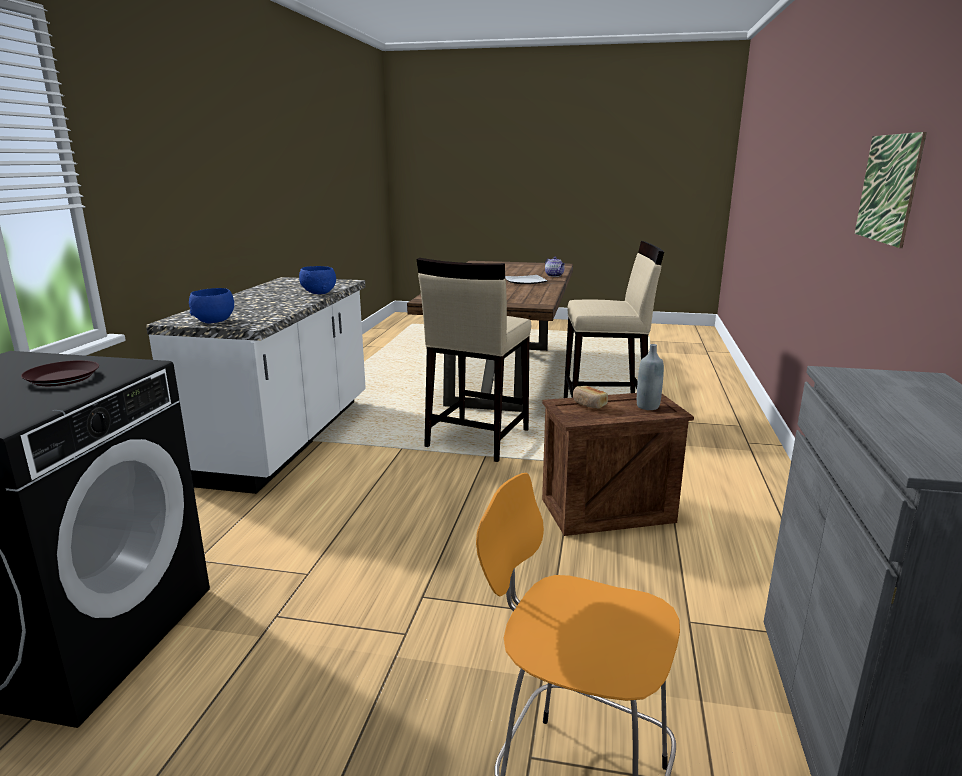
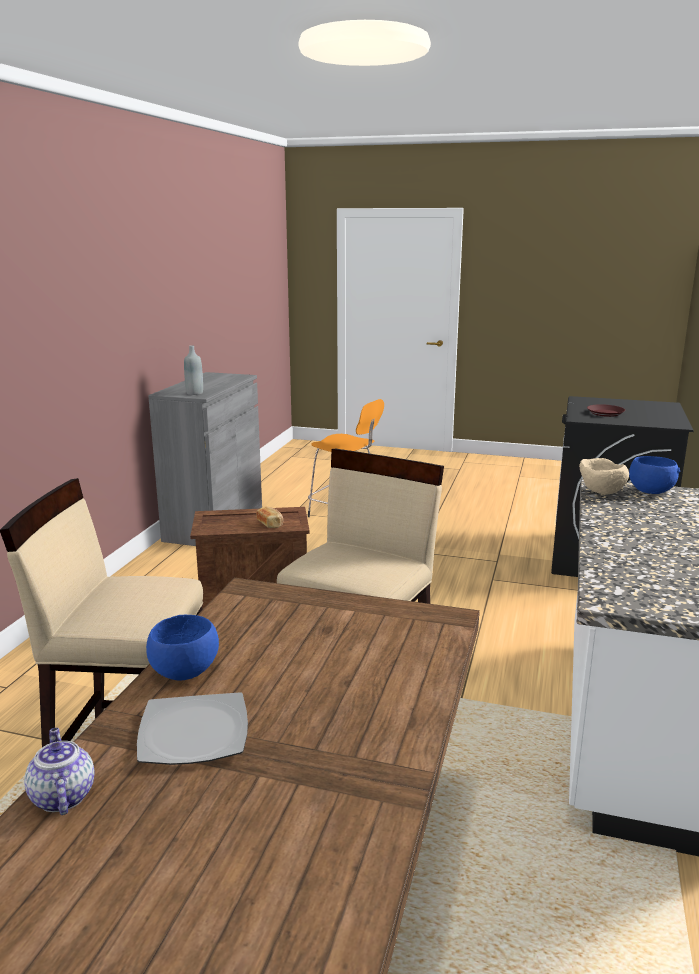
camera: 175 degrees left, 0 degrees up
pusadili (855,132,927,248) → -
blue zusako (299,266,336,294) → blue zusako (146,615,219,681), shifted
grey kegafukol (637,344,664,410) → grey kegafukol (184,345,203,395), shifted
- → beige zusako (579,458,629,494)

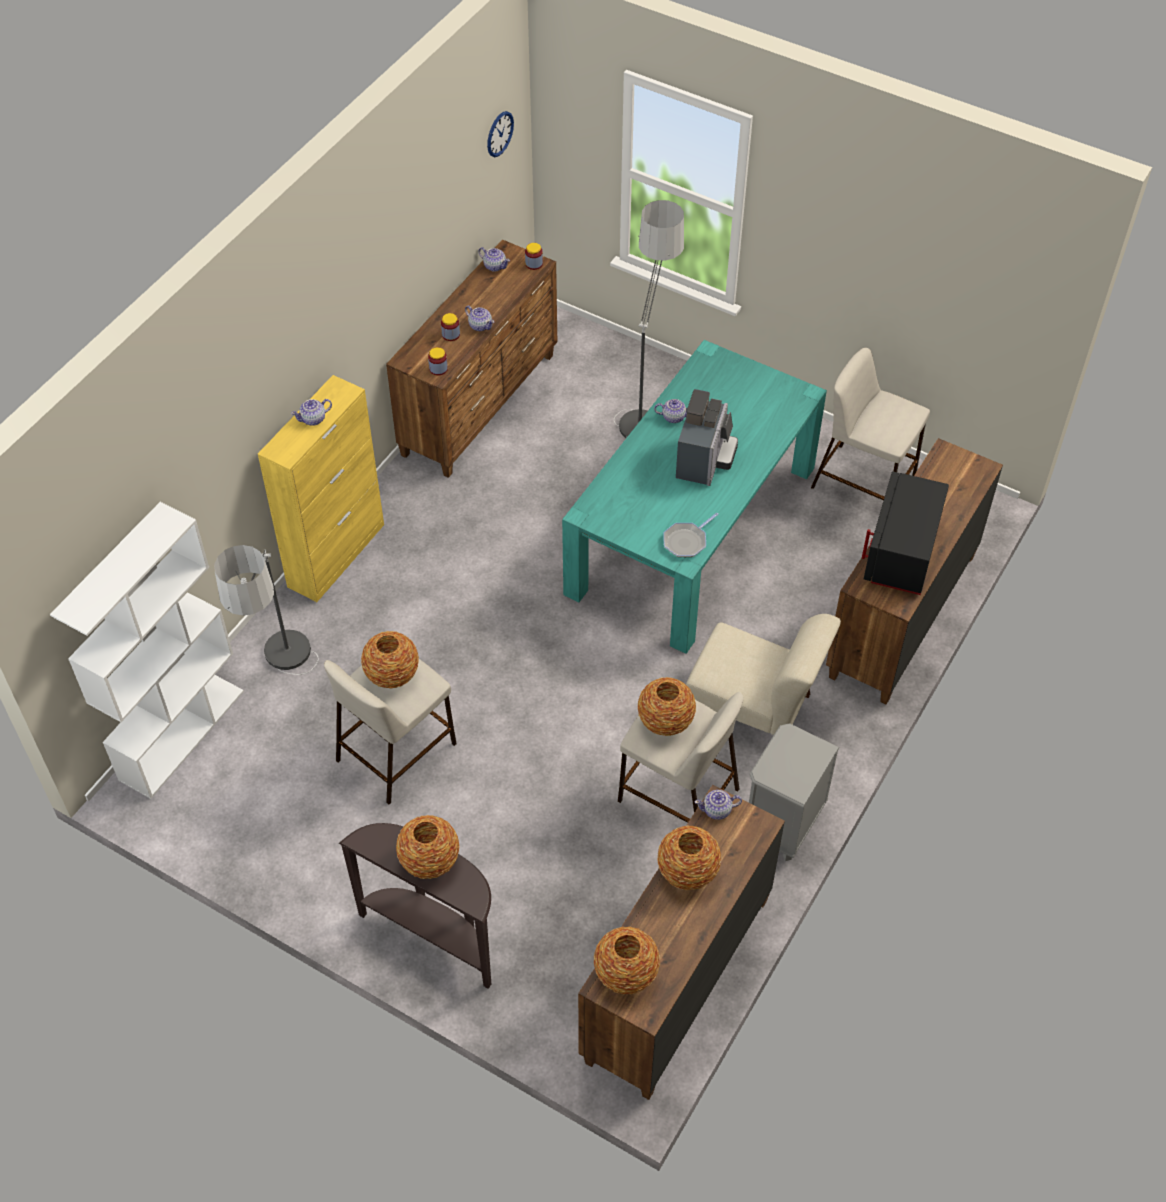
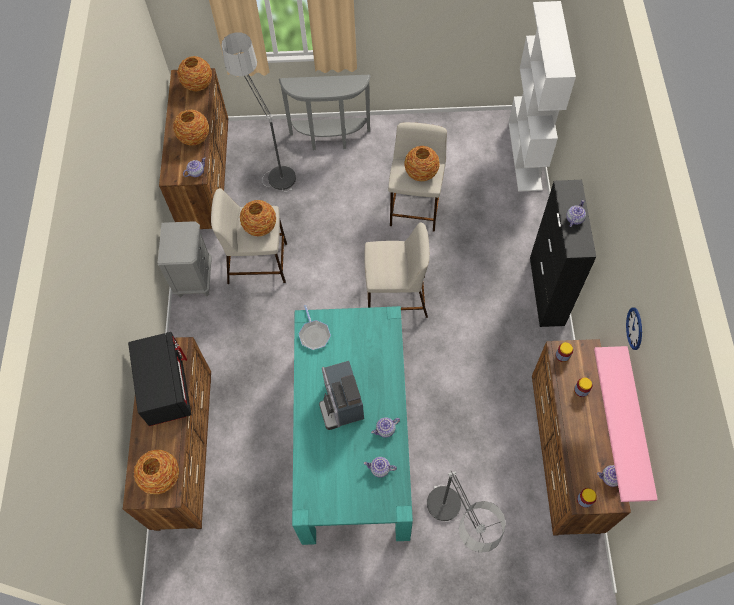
camera: 150 degrees right, 10 degrees up
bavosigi (487,111,514,157) → bavosigi (626,308,642,350), shifted
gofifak (465,306,494,331) → gofifak (364,457,397,477), shifted
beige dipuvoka (811,348,930,500) → beige dipuvoka (364,222,430,318), shifted
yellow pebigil (258,375,384,602) → black pebigil (530,180,596,327)
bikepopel (663,513,718,557) → bikepopel (298,305,331,350), 150 degrees clockwise
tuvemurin (214,545,319,675) → tuvemurin (221,32,296,192), shifted
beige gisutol (686,614,841,735) → -
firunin (396,815,460,879) → firunin (134,450,179,494), shifted
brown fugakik (339,823,491,989) → grey fugakik (279,75,371,150)
- → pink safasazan (594,346,658,502)

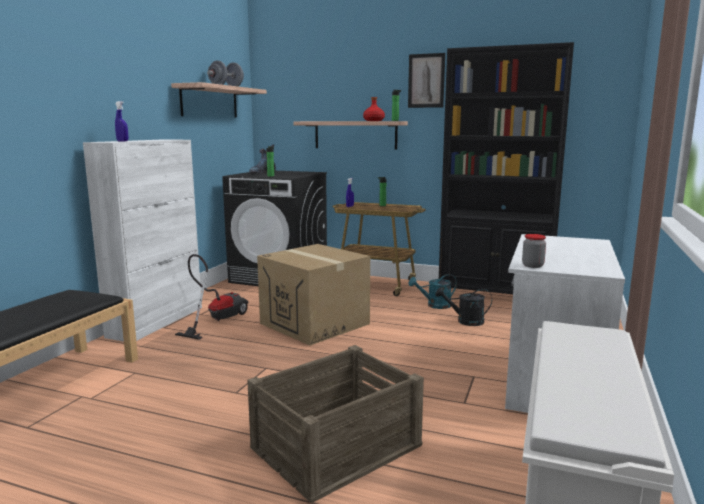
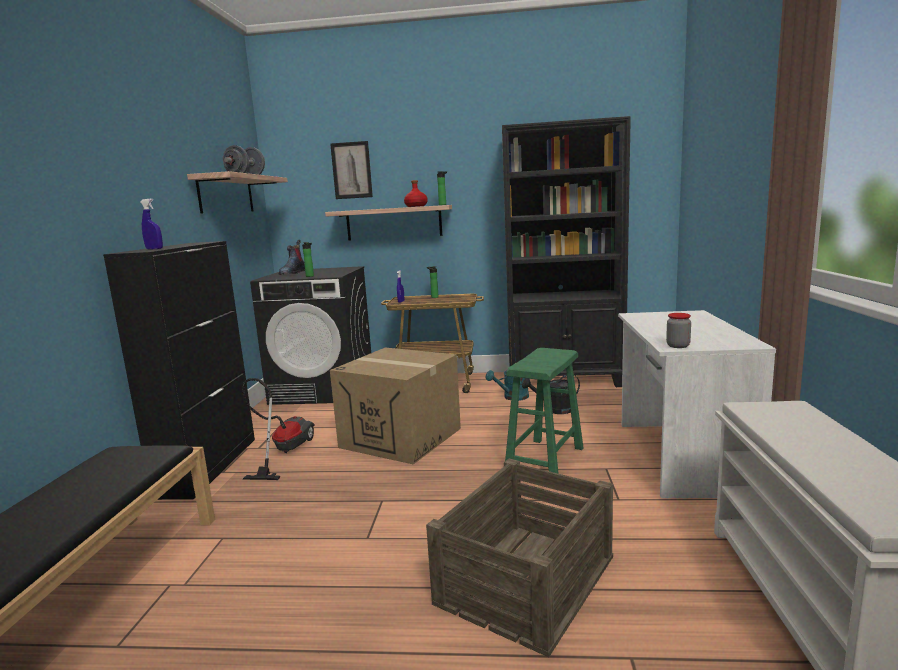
camera: 15 degrees left, 0 degrees up
pusadili (408,53,445,108) → pusadili (330,141,373,199), shifted
white pebigil (83,139,202,342) → black pebigil (103,241,255,500)
- → green dipuvoka (505,348,584,474)

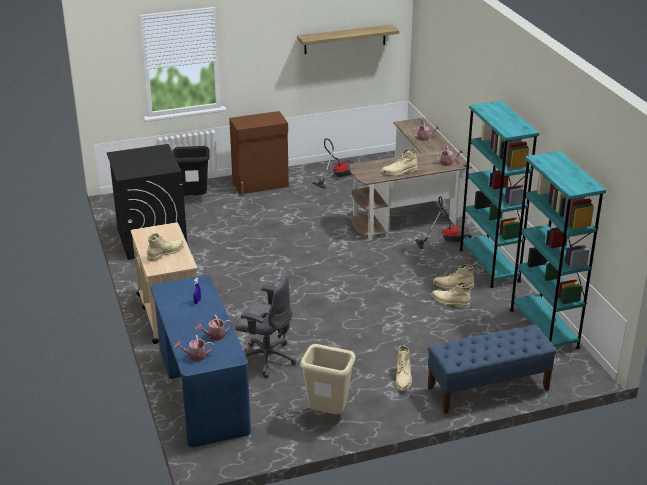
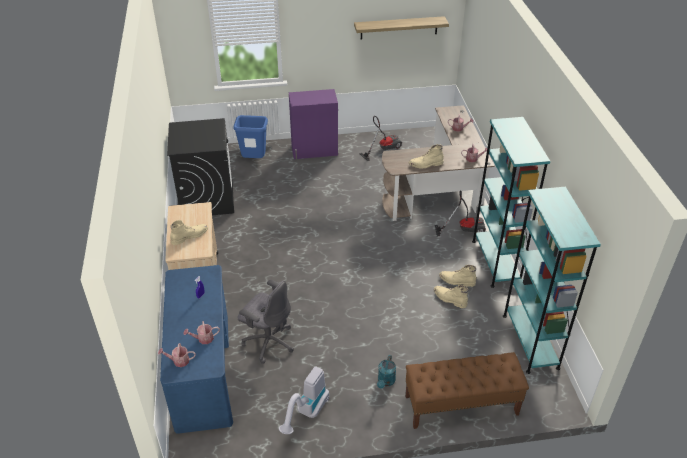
camera: 10 degrees right, 10 degrees up
brown pebigil (229,111,289,194) → purple pebigil (289,89,338,159)
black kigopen (173,146,209,196) → blue kigopen (233,115,268,158)
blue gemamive (428,325,557,414) → brown gemamive (405,352,529,429)
beige kigopen (300,344,356,414) → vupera (279,367,329,434)
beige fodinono (395,345,412,391) → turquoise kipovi (377,355,396,388)

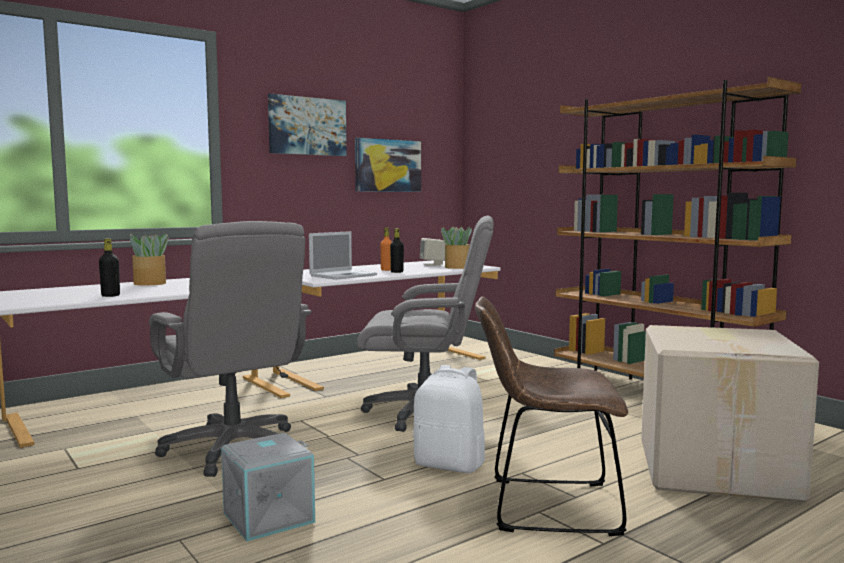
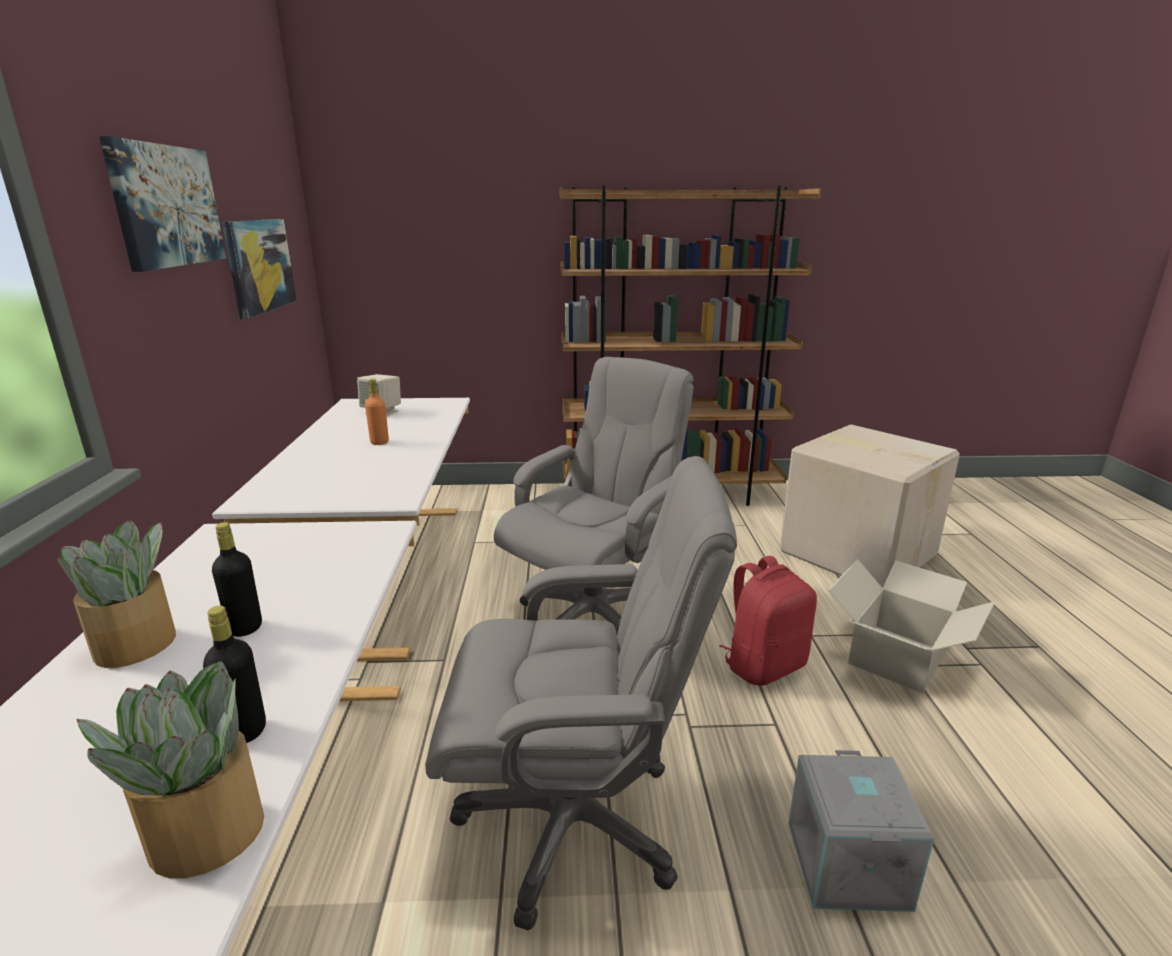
camera: 55 degrees left, 15 degrees up
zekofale (441,226,472,269) → zekofale (77,661,264,878), shifted
black kegafukol (390,228,404,273) → black kegafukol (212,522,262,637), shifted
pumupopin (309,231,377,280) → -
brown gisutol (475,296,628,536) → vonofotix (829,560,995,694)
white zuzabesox (413,365,485,473) → red zuzabesox (719,556,817,686)

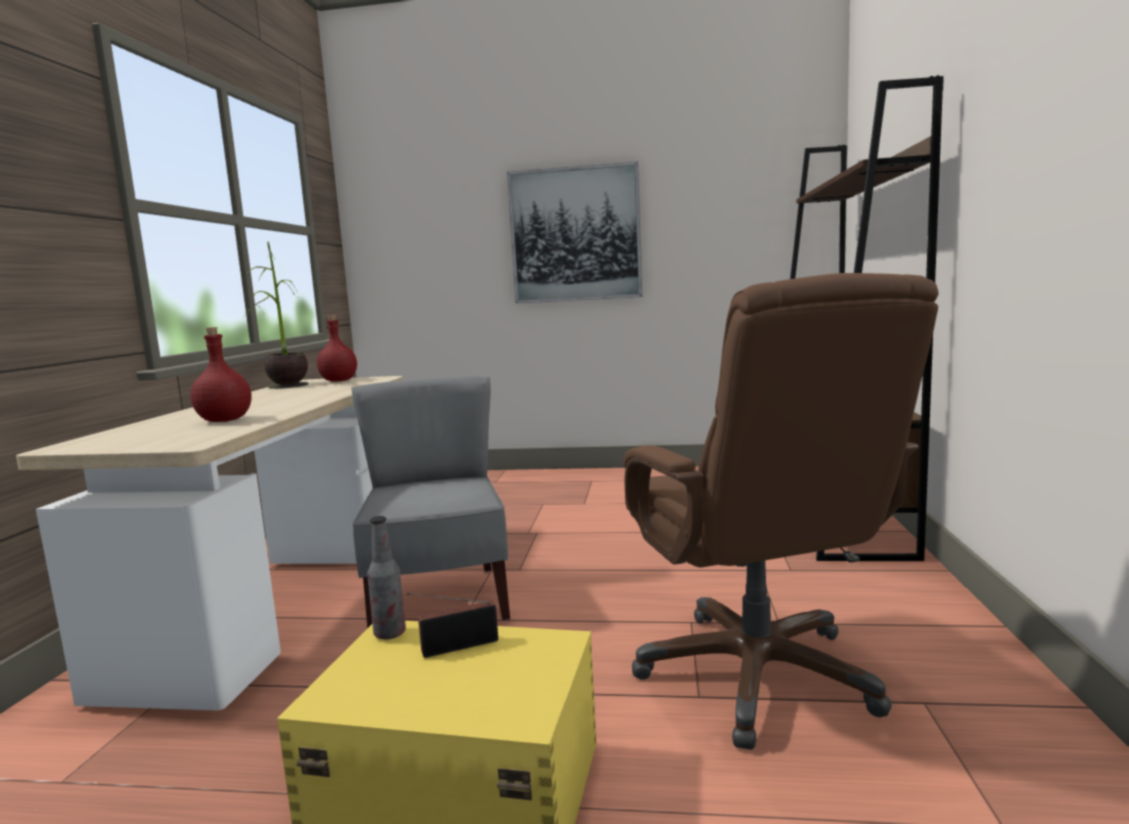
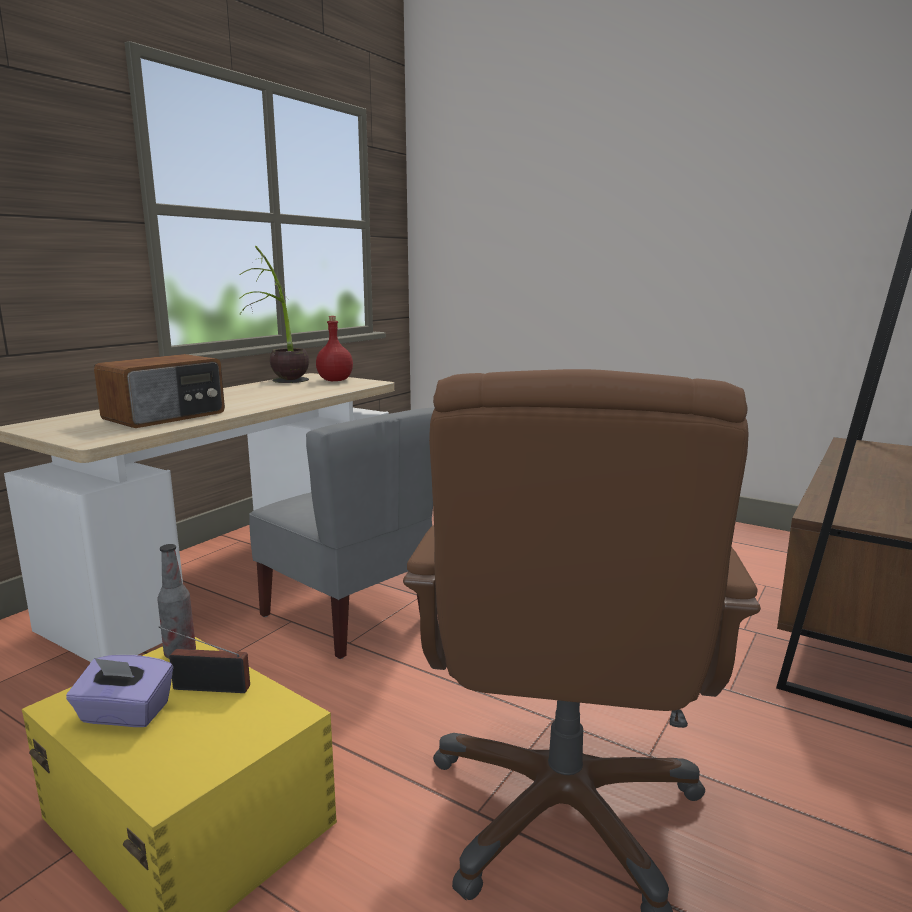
camera: 25 degrees right, 5 degrees up
pusadili (507,162,643,303) → -
red kegafukol (191,327,252,422) → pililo (94,354,225,428)
grey gisutol (351,376,510,628) → grey gisutol (249,408,435,659), 120 degrees clockwise
- → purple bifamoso (66,655,173,727)

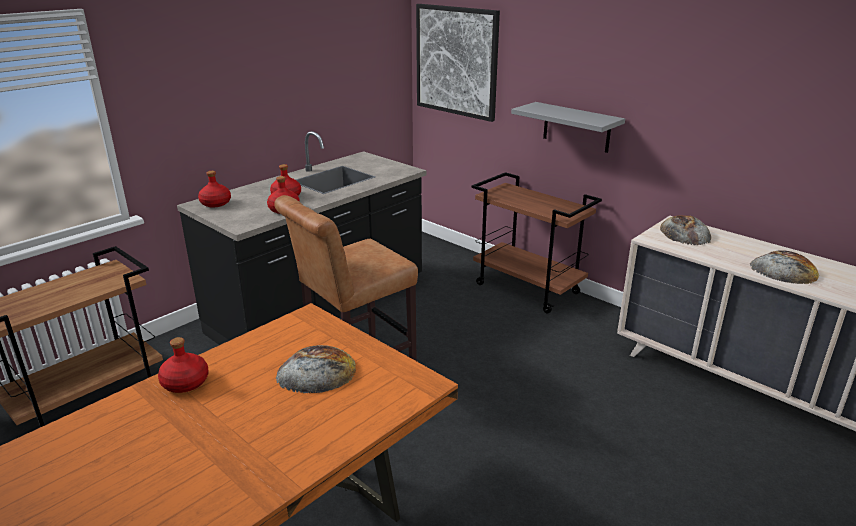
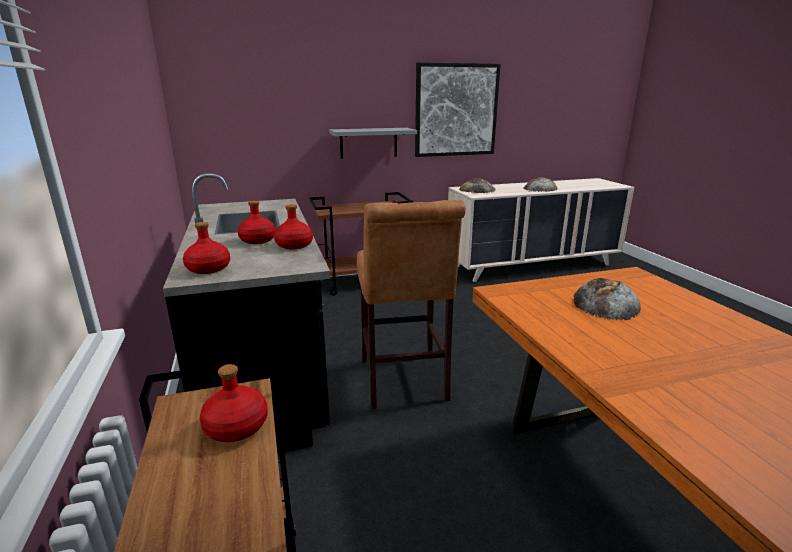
camera: 60 degrees left, 5 degrees down
pusadili (416,4,500,122) → pusadili (415,62,501,157), shifted
red kegafukol (158,337,209,393) → red kegafukol (200,364,268,442), shifted

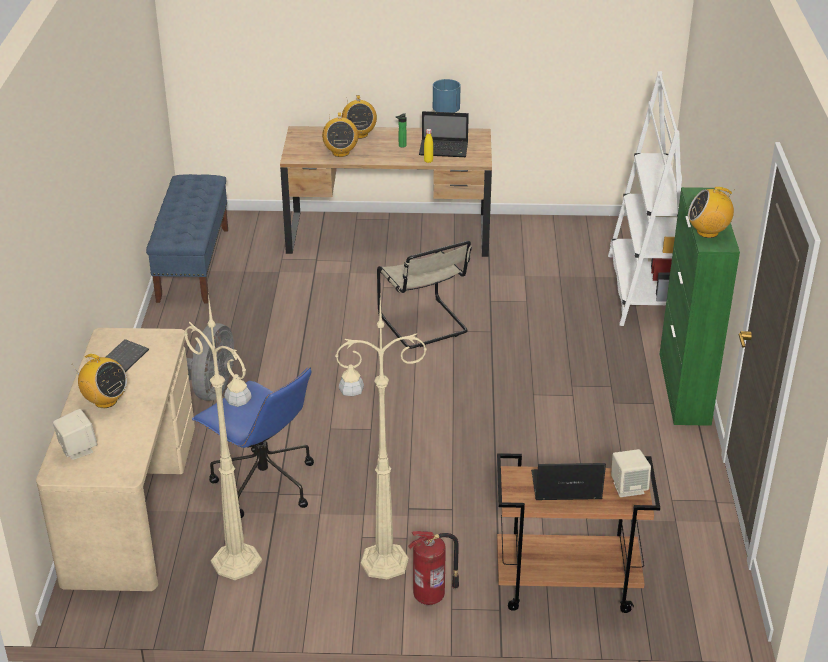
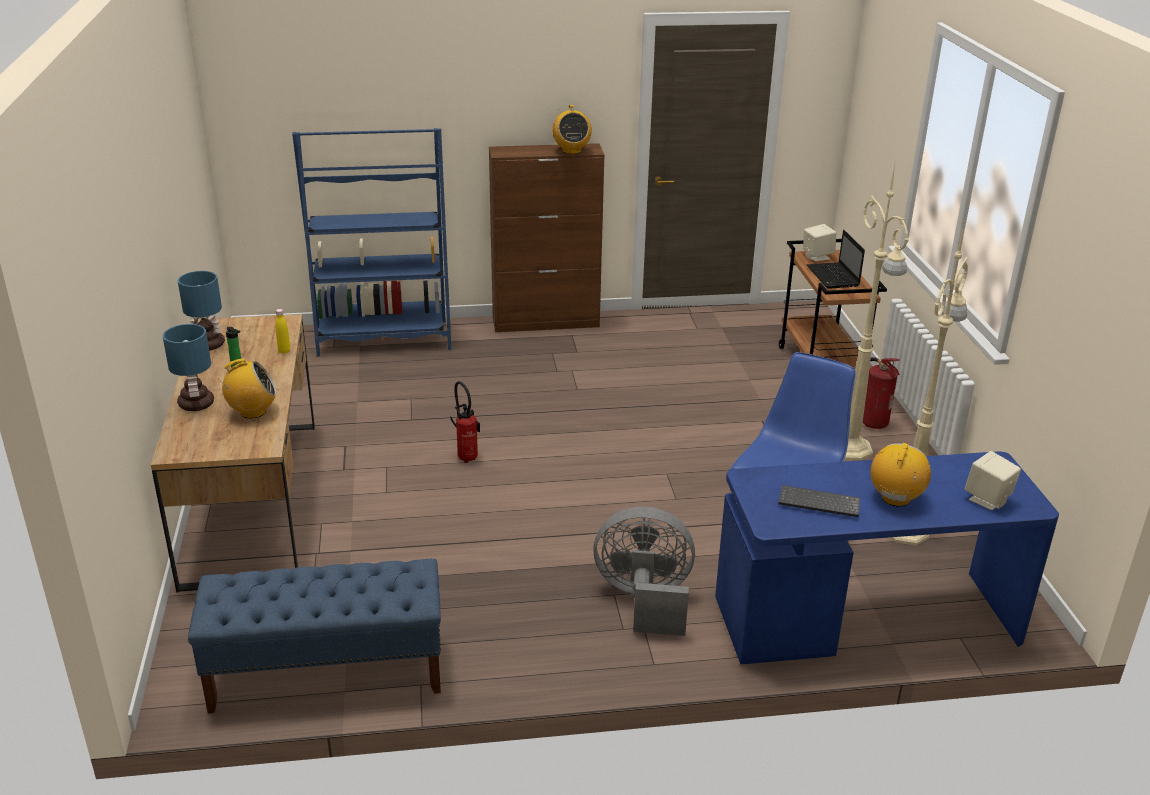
camera: 100 degrees left, 5 degrees down
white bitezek (608,71,682,326) → blue bitezek (292,128,451,357)
pililo (342,95,377,139) → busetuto (163,324,214,411)
pumupopin (419,111,469,157) → -
green pebigil (660,187,740,426) → brown pebigil (489,143,605,332)
beige gisutol (377,241,472,349) → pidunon (450,381,480,463)
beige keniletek (36,328,195,591) → blue keniletek (715,451,1059,664)

